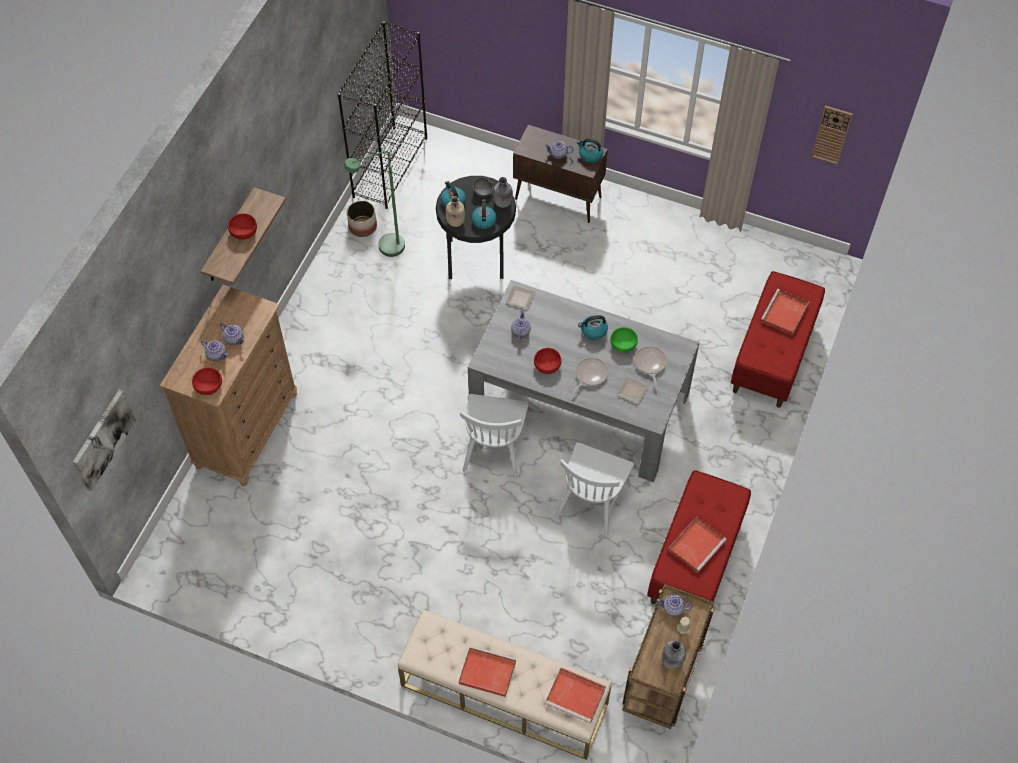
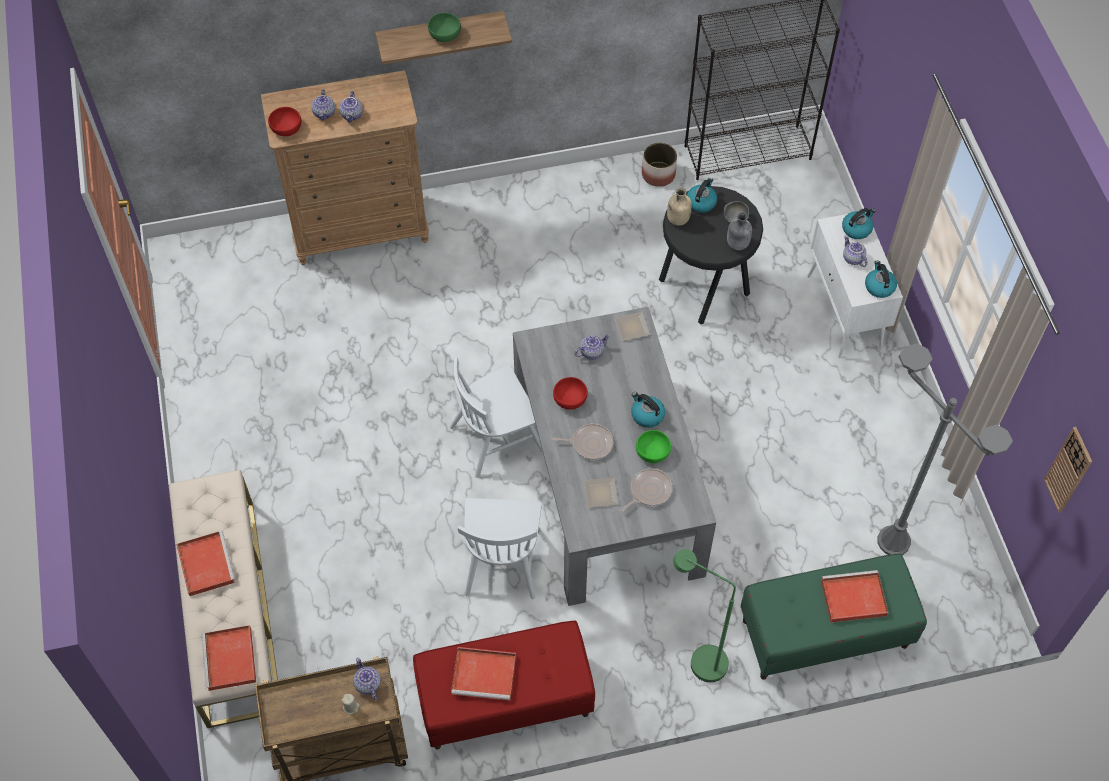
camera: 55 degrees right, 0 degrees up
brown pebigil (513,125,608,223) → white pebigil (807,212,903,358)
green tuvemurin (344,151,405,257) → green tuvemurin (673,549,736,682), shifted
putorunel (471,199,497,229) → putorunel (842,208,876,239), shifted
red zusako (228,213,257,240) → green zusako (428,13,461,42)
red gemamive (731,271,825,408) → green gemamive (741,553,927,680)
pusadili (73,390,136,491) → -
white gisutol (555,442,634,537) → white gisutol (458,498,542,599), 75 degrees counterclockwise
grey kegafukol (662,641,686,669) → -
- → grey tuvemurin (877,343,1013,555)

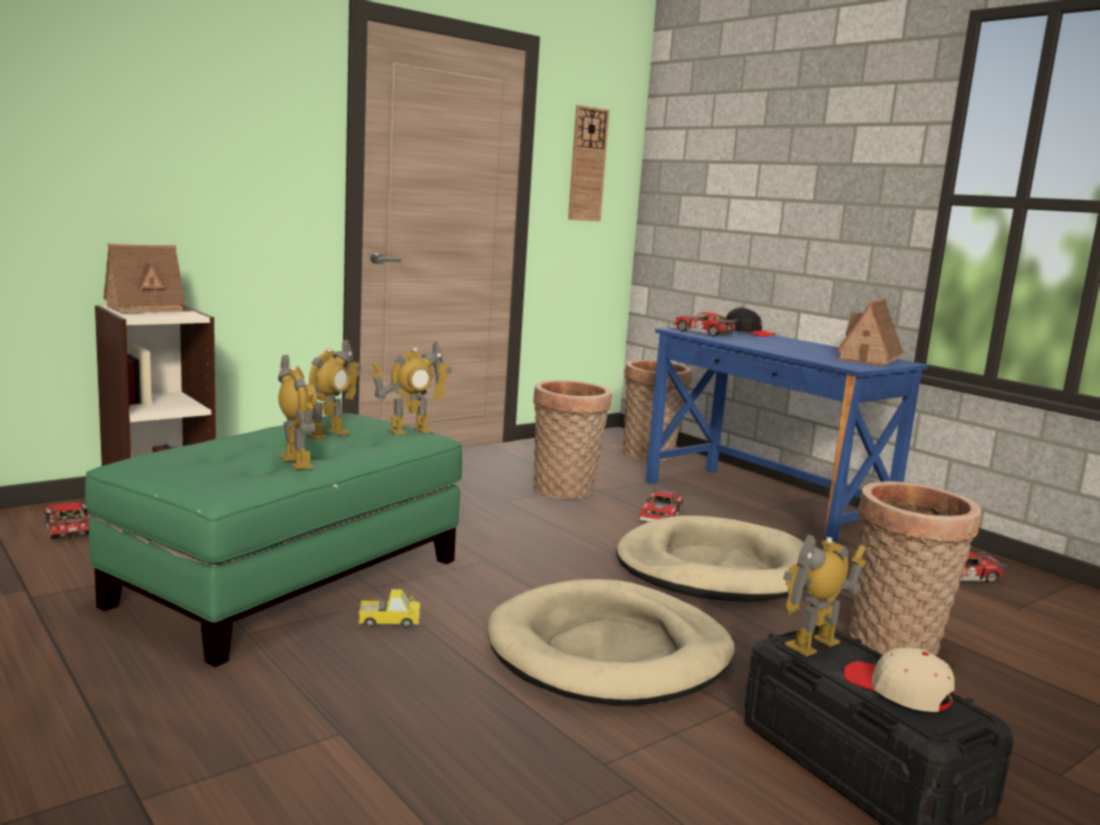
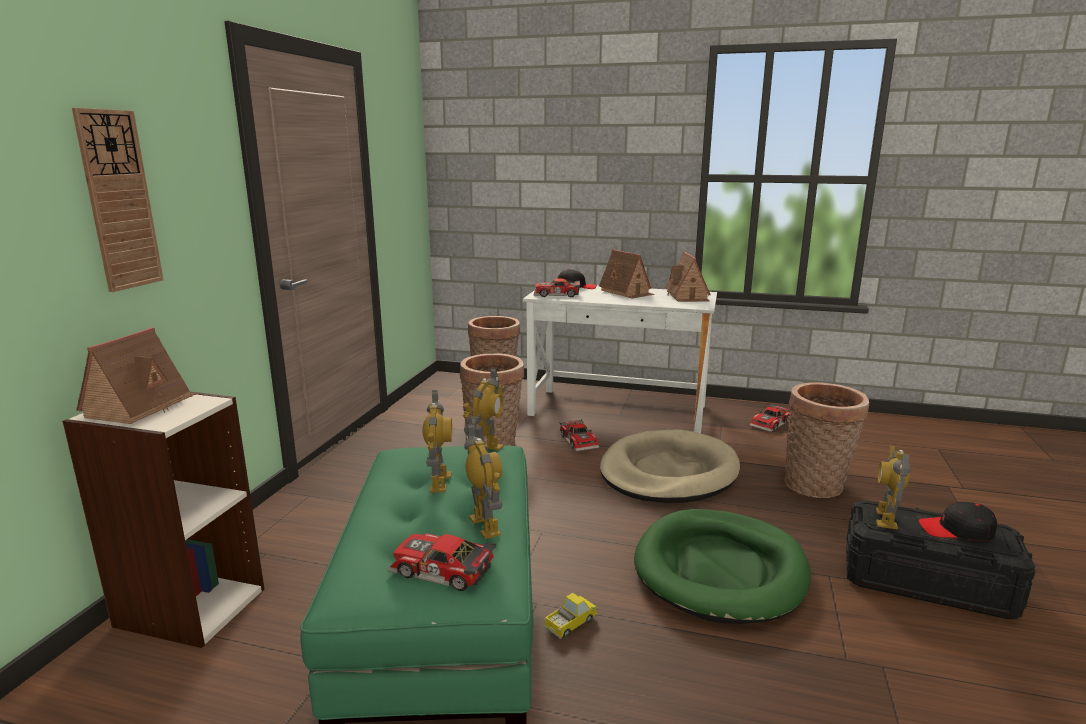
camera: 35 degrees left, 5 degrees up
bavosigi (568,105,609,221) → bavosigi (72,108,164,292), shifted
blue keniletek (646,328,929,551) → white keniletek (523,286,717,433)
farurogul (278,355,317,470) → farurogul (464,423,502,539), 45 degrees clockwise
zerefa (43,502,92,539) → zerefa (387,534,497,591), shifted
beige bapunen (487,579,735,705) → green bapunen (634,509,811,624)
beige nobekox (843,647,955,712) → black nobekox (919,502,997,541)
- → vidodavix (599,249,654,298)

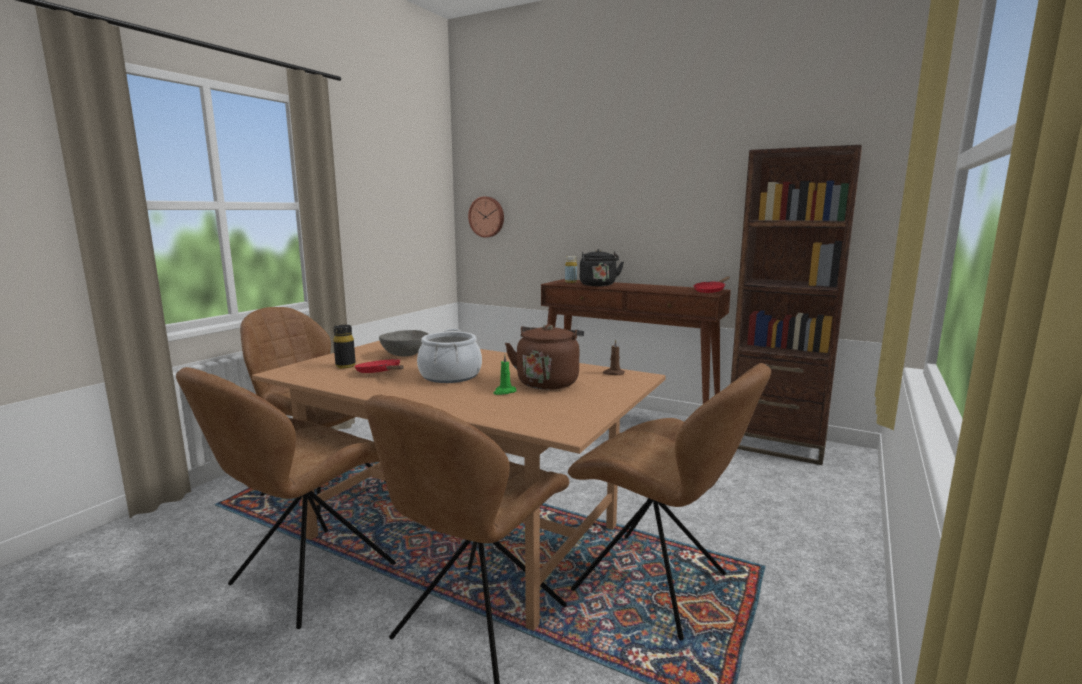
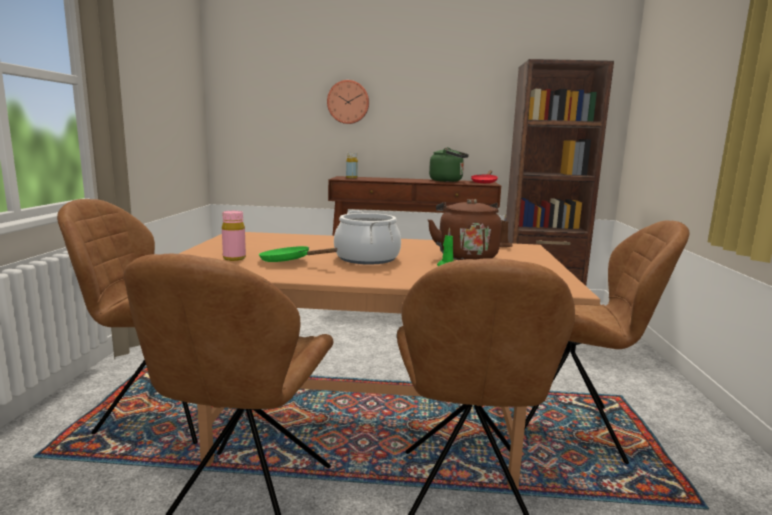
camera: 25 degrees left, 0 degrees up
bavosigi (468,196,504,238) → bavosigi (327,80,369,124), shifted
black putorunel (580,249,624,286) → -
black kegafukol (333,325,356,368) → pink kegafukol (222,211,246,261)
grey zusako (379,330,428,357) → -
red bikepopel (354,359,403,373) → green bikepopel (259,246,337,262)
- → green putorunel (429,147,469,182)

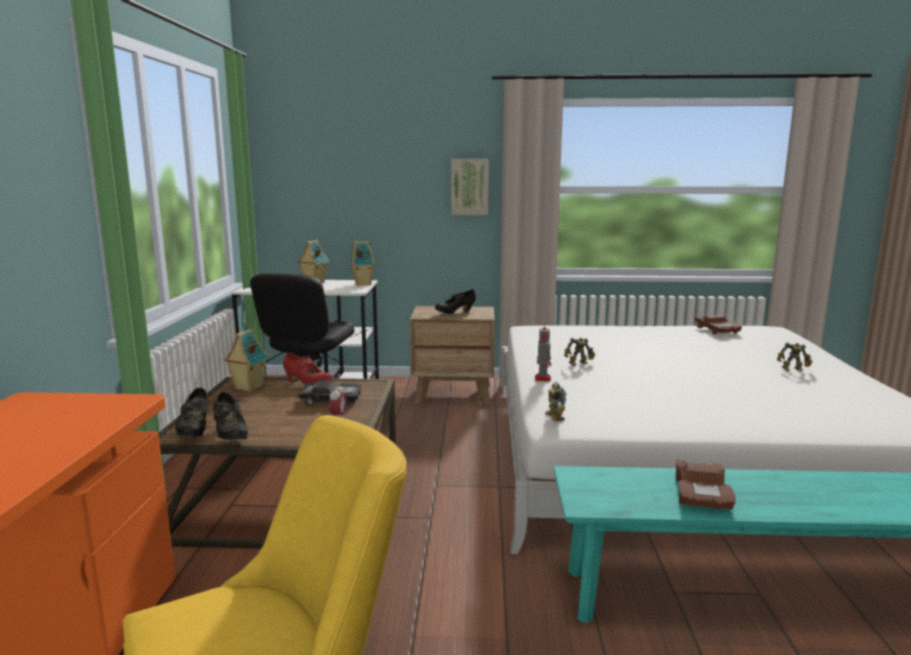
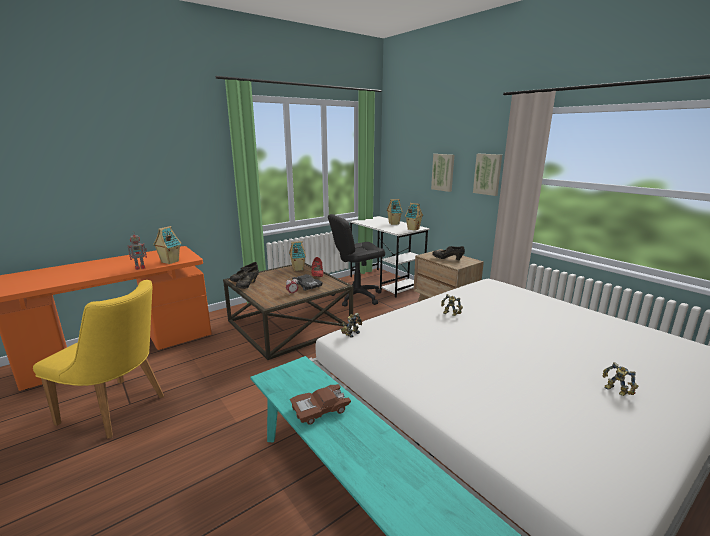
camera: 50 degrees right, 5 degrees up
brown zerefa (695,315,742,334) → -
farurogul (535,325,551,381) → farurogul (127,231,147,270), shifted
- → pusadili (431,154,454,192)
- → vidodavix (153,226,182,264)

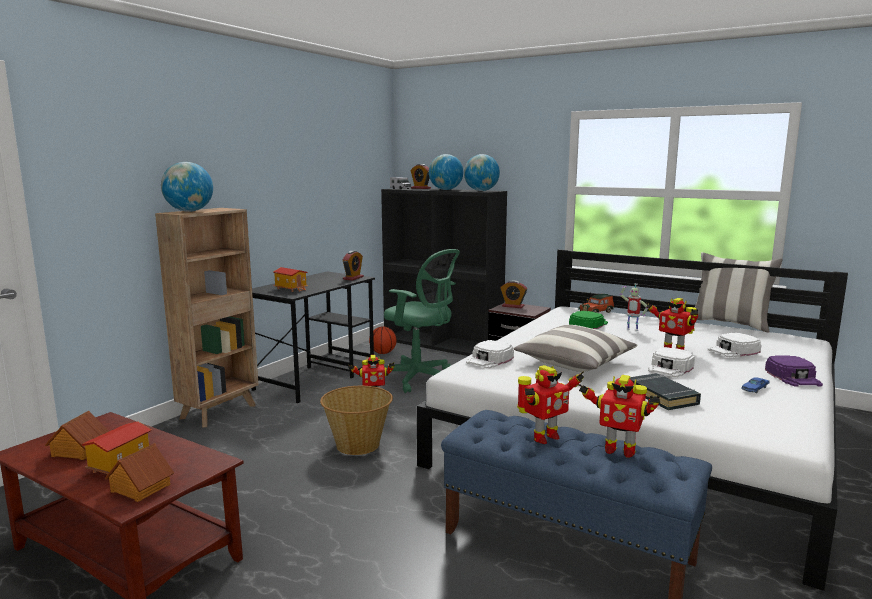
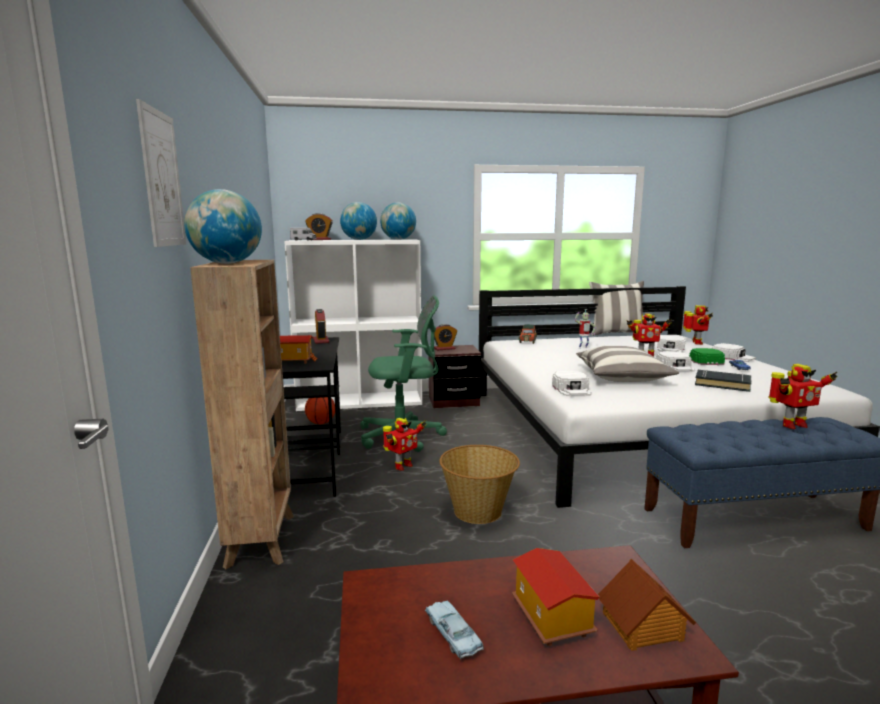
camera: 40 degrees left, 0 degrees up
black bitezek (381,188,507,356) → white bitezek (284,240,422,411)
green nobekox (569,311,608,329) → green nobekox (689,348,725,365), shifted
purple nobekox (765,356,823,386) → white nobekox (712,343,756,362)
farurogul (517,365,584,444) → farurogul (683,305,713,345), shifted
vidodavix (45,411,109,460) → blue zerefa (425,601,484,659)
- → pusadili (136,99,186,247)

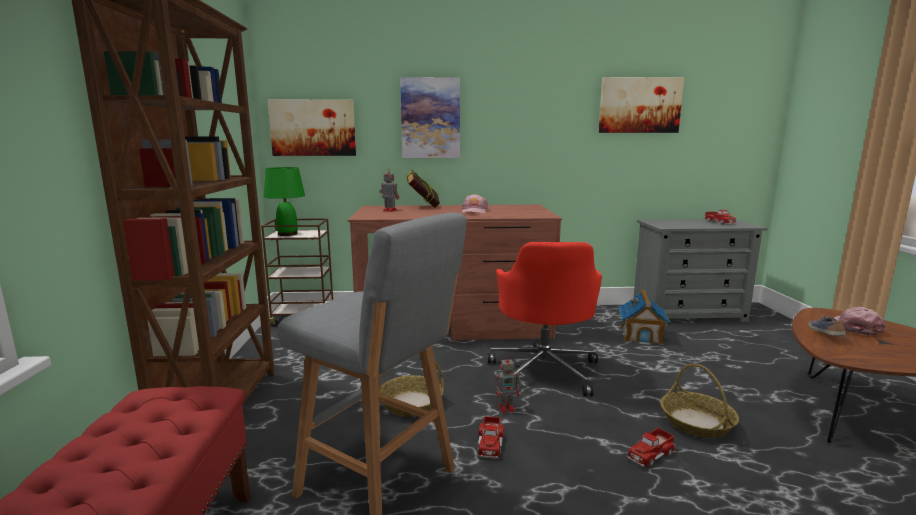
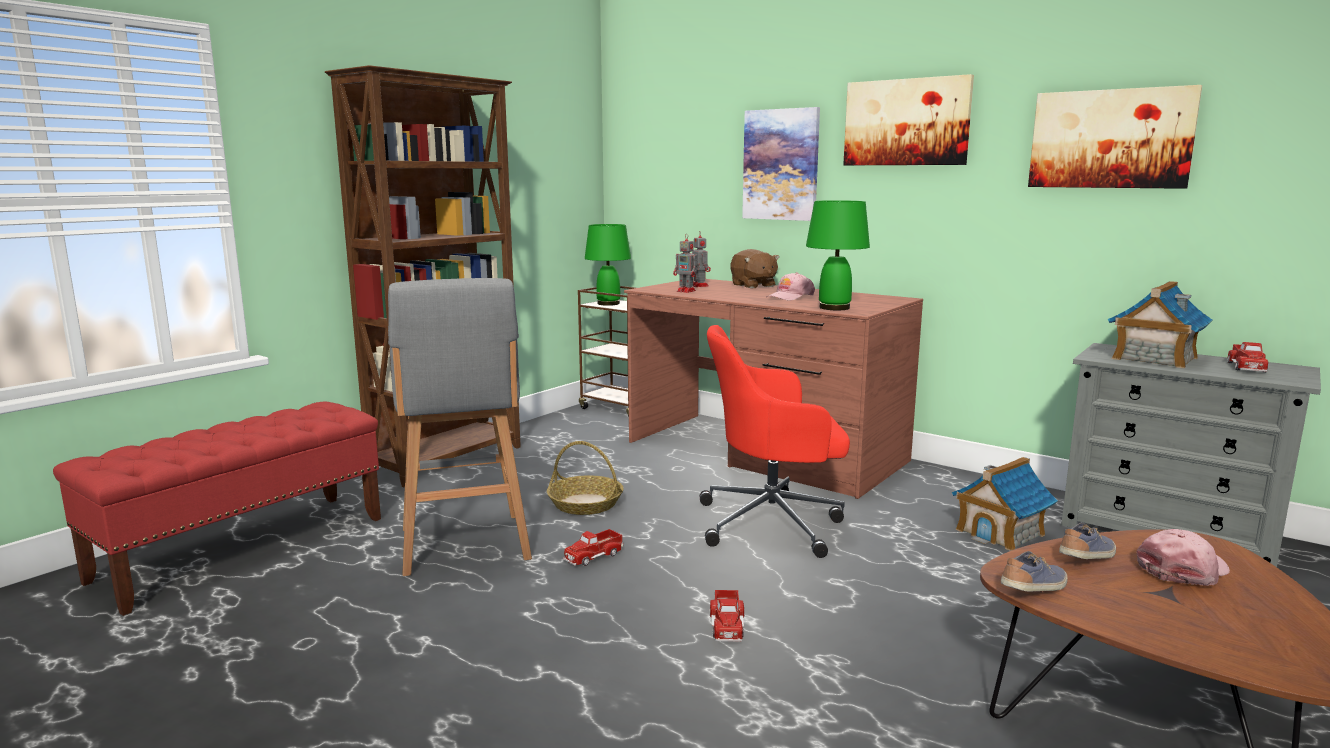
camera: 40 degrees right, 0 degrees up
pusadili (268,99,356,156) → pusadili (843,74,974,165), shifted
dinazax (407,170,440,208) → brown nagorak (730,249,779,288)
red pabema (488,242,602,396) → red pabema (699,325,850,558), 45 degrees clockwise
farurogul (495,355,519,413) → farurogul (673,234,700,293), shifted
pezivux (660,364,739,438) → -
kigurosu (627,428,675,467) → kigurosu (709,590,745,642), 90 degrees counterclockwise
- → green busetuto (806,200,870,310)
- → vidodavix (1108,281,1212,369)
- → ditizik (1001,551,1068,592)

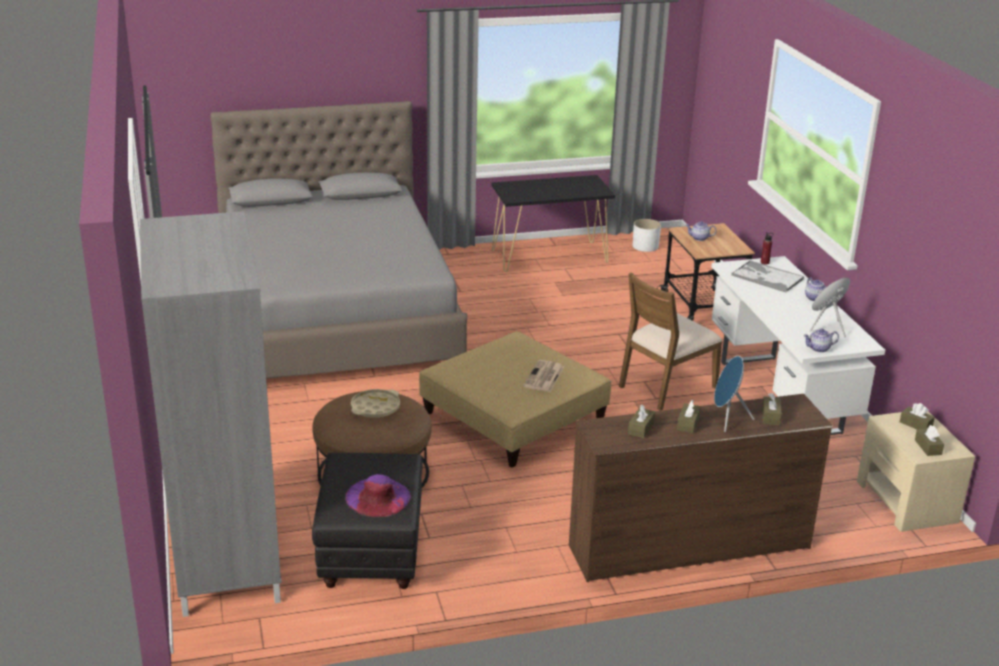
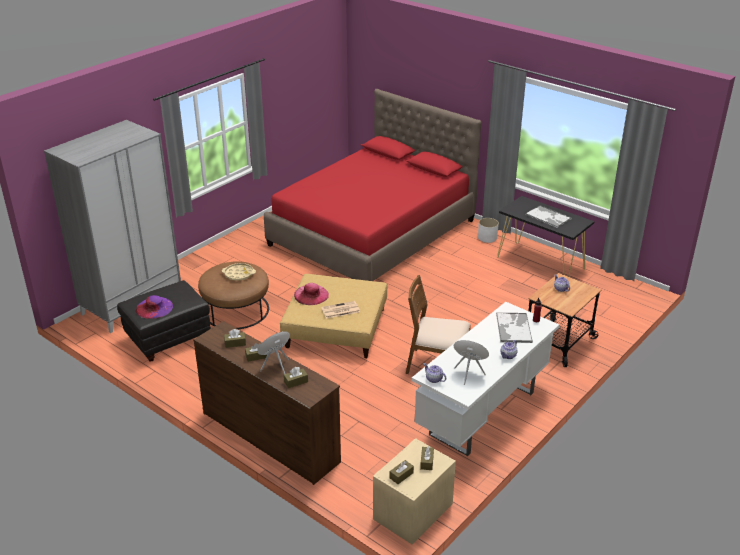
camera: 55 degrees right, 5 degrees up
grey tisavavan (210,101,468,379) → red tisavavan (264,89,482,281)
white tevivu (633,219,661,252) → white tevivu (478,218,499,243), shifted
- → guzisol (525,205,572,228)
- → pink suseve (294,283,329,305)

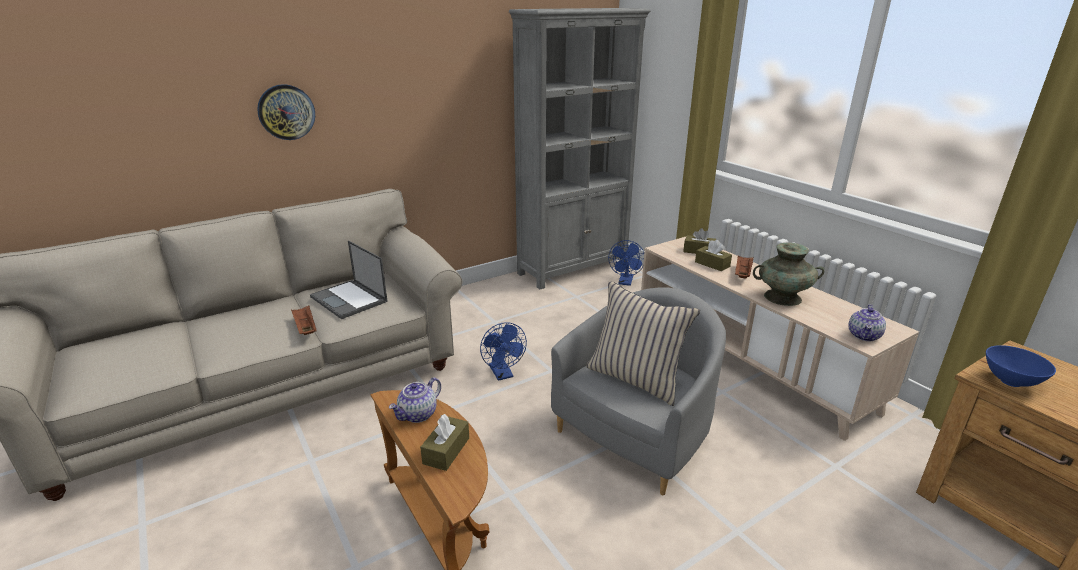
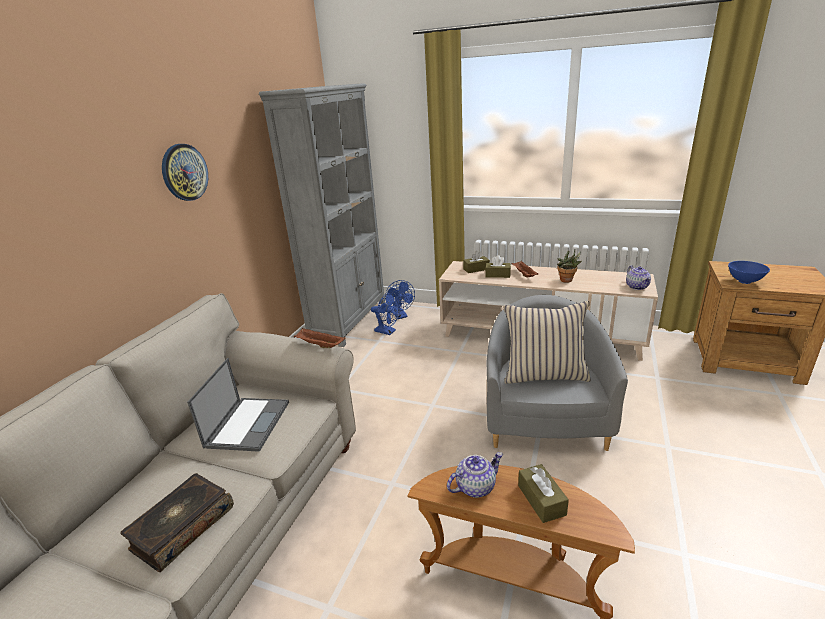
camera: 35 degrees left, 0 degrees up
bavosigi (257,84,315,140) → bavosigi (162,144,208,201), shifted
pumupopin (310,240,388,319) → pumupopin (187,358,289,452), 90 degrees counterclockwise
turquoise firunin (753,243,824,306) → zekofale (557,250,582,283)
brown guzisol (291,305,317,335) → brown guzisol (294,328,346,348), shifted
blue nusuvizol (480,322,527,381) → blue nusuvizol (371,293,400,335), shifted
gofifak (389,377,441,423) → gofifak (447,452,503,498), 120 degrees counterclockwise
- → dinazax (120,473,234,572)

